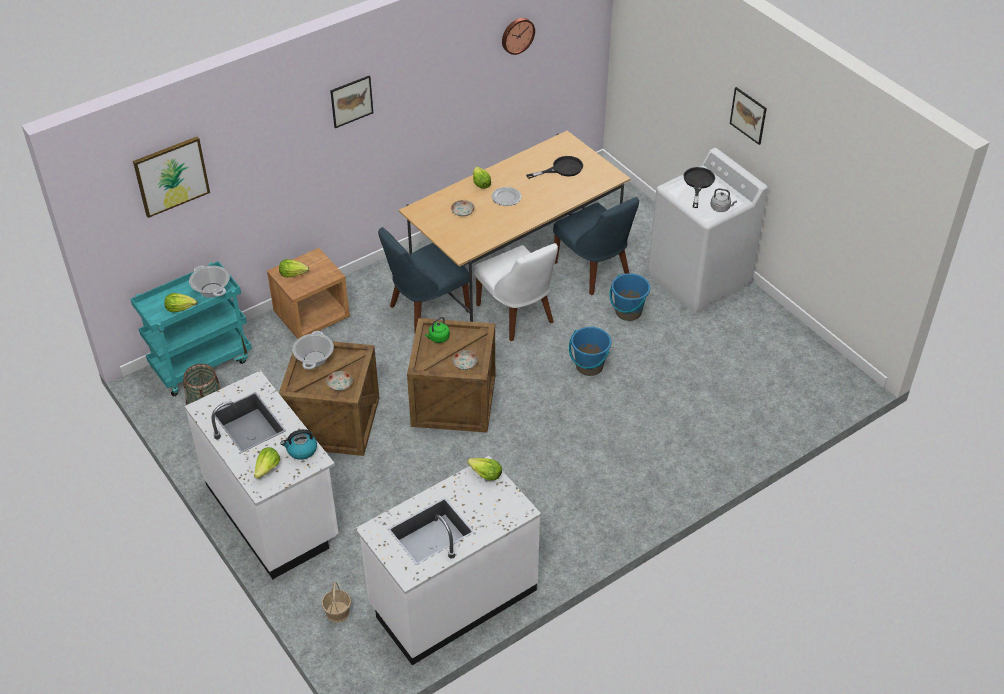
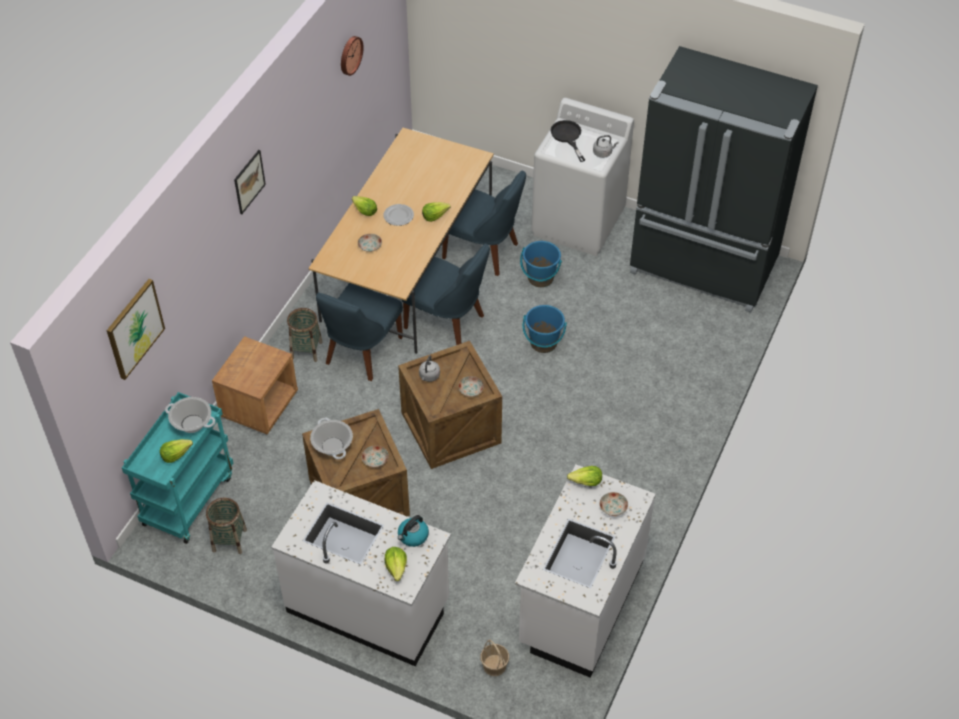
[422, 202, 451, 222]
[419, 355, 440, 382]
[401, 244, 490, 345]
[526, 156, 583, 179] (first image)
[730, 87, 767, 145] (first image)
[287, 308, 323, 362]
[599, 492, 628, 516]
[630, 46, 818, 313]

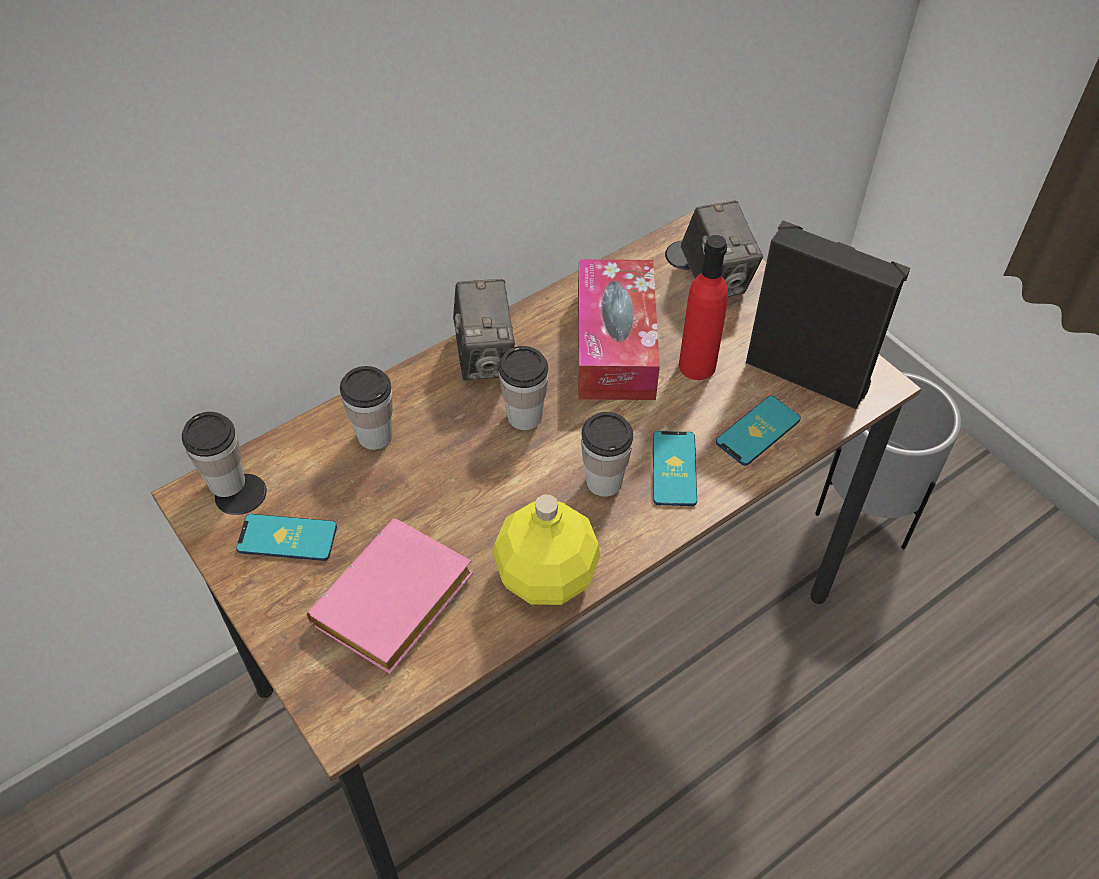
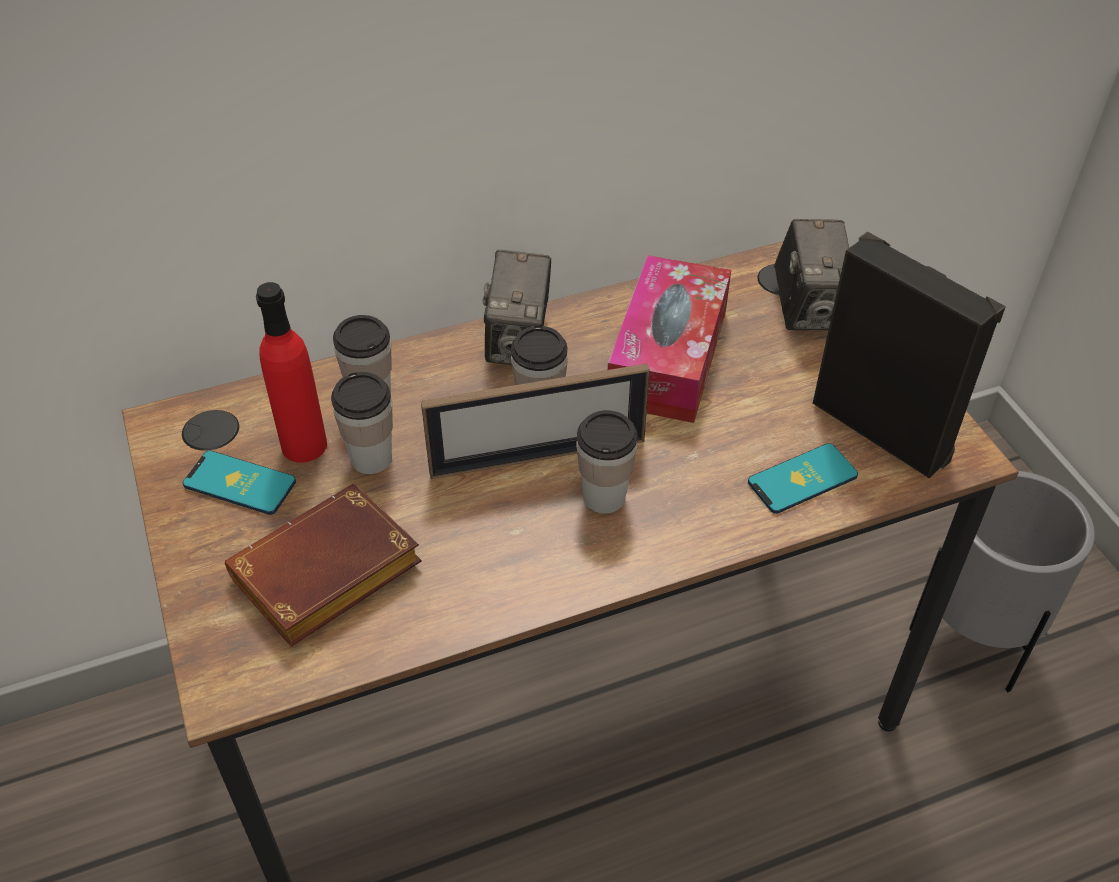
[331, 372, 393, 474]
[225, 484, 422, 647]
[493, 495, 600, 605] (first image)
[653, 431, 697, 506] (first image)
[256, 282, 327, 463]
[421, 364, 650, 479]

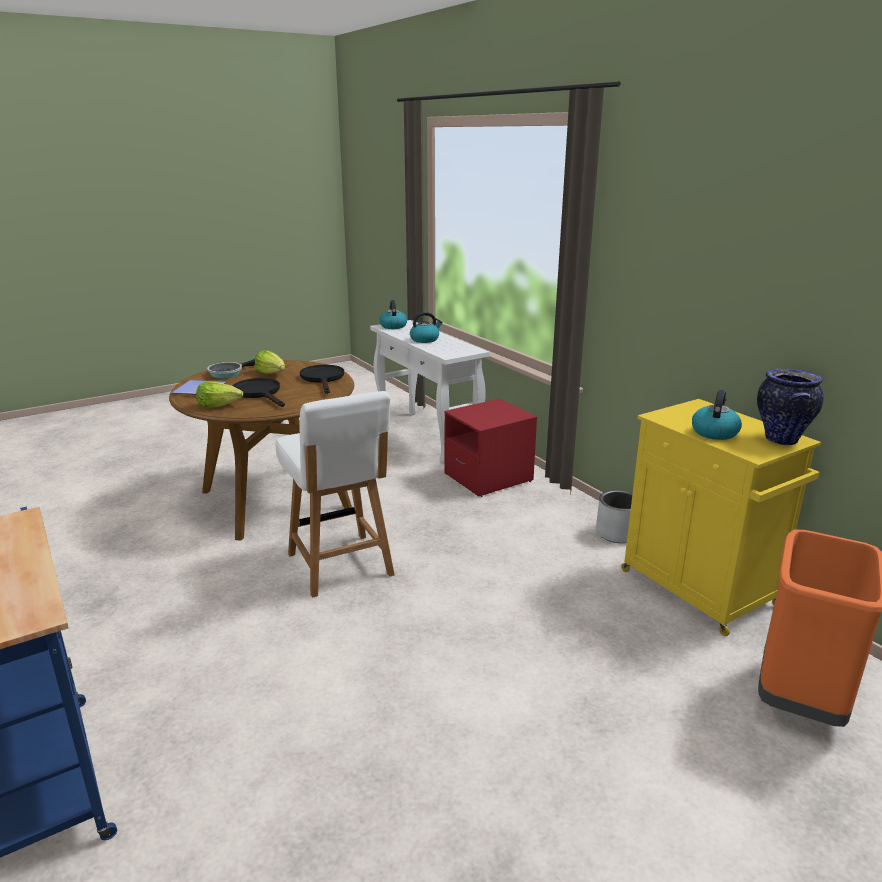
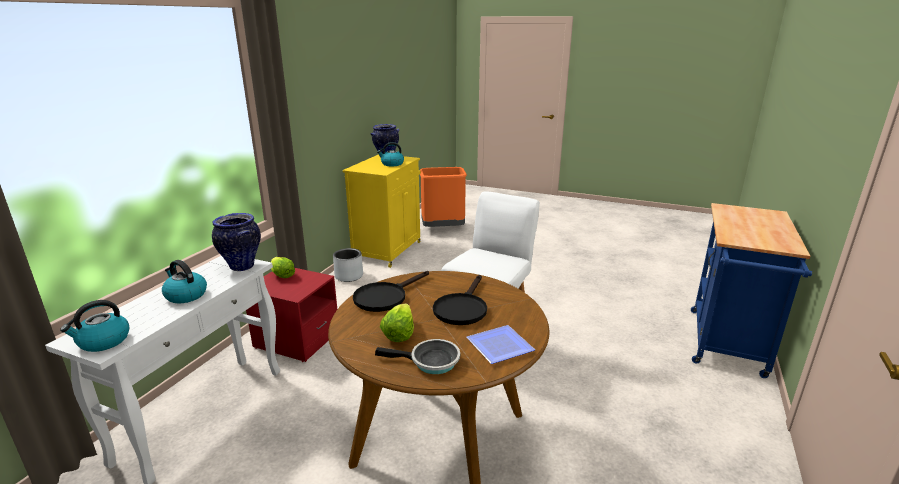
[271, 257, 295, 278]
[212, 213, 261, 271]

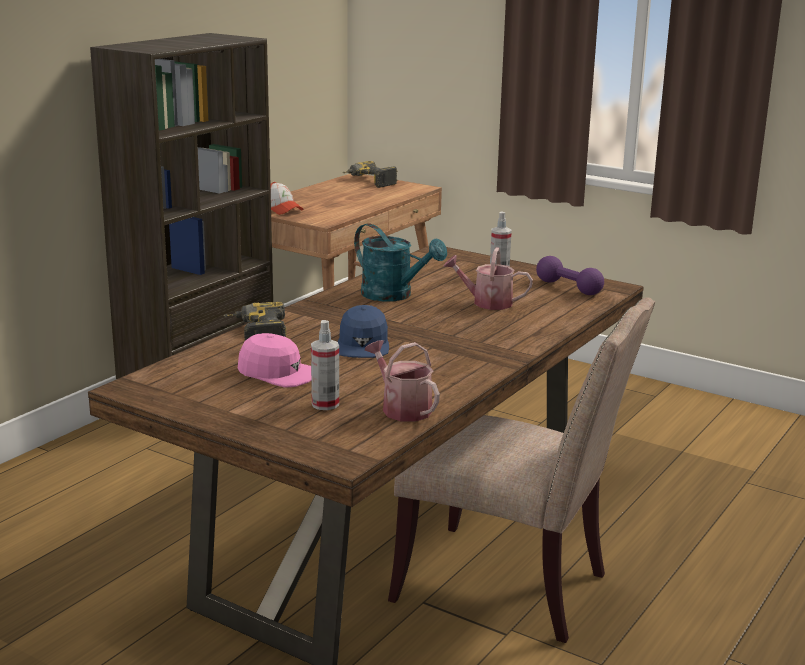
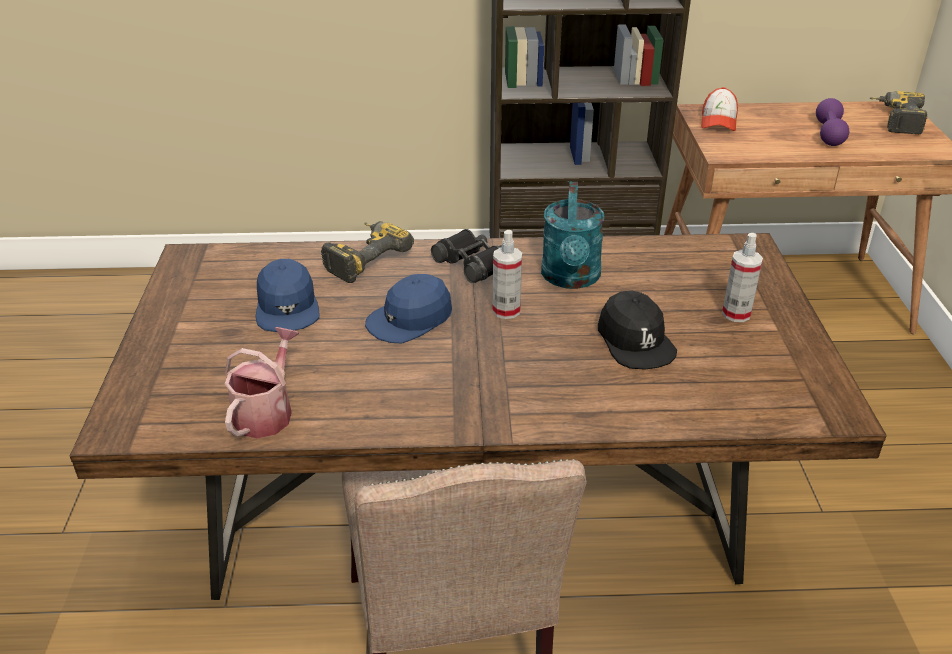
[256, 259, 320, 332]
[492, 230, 522, 319]
[598, 291, 677, 370]
[816, 98, 849, 146]
[431, 229, 502, 283]

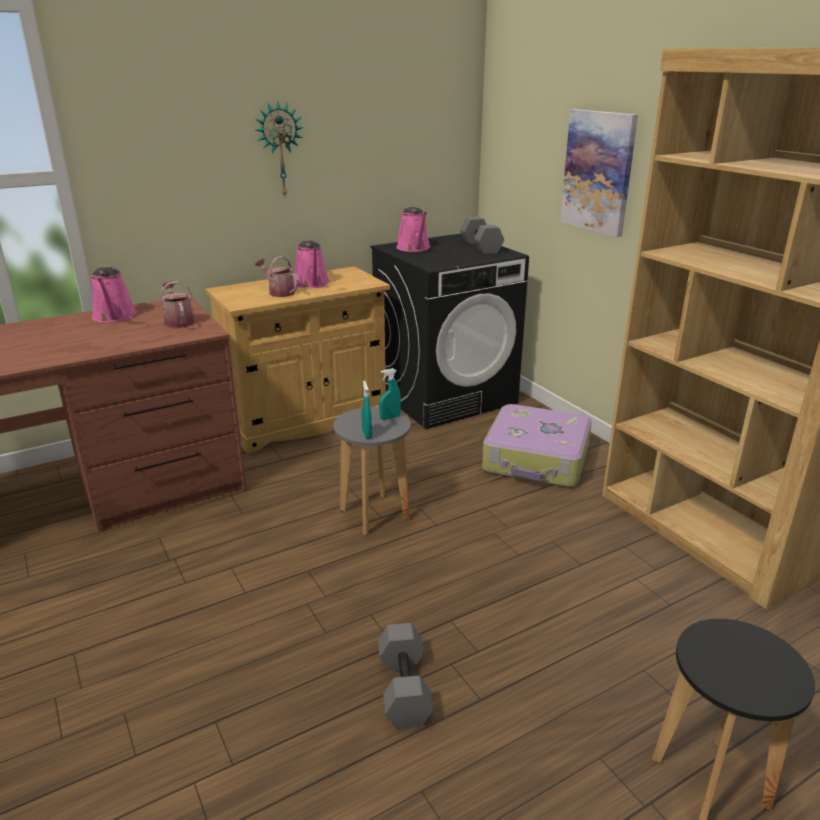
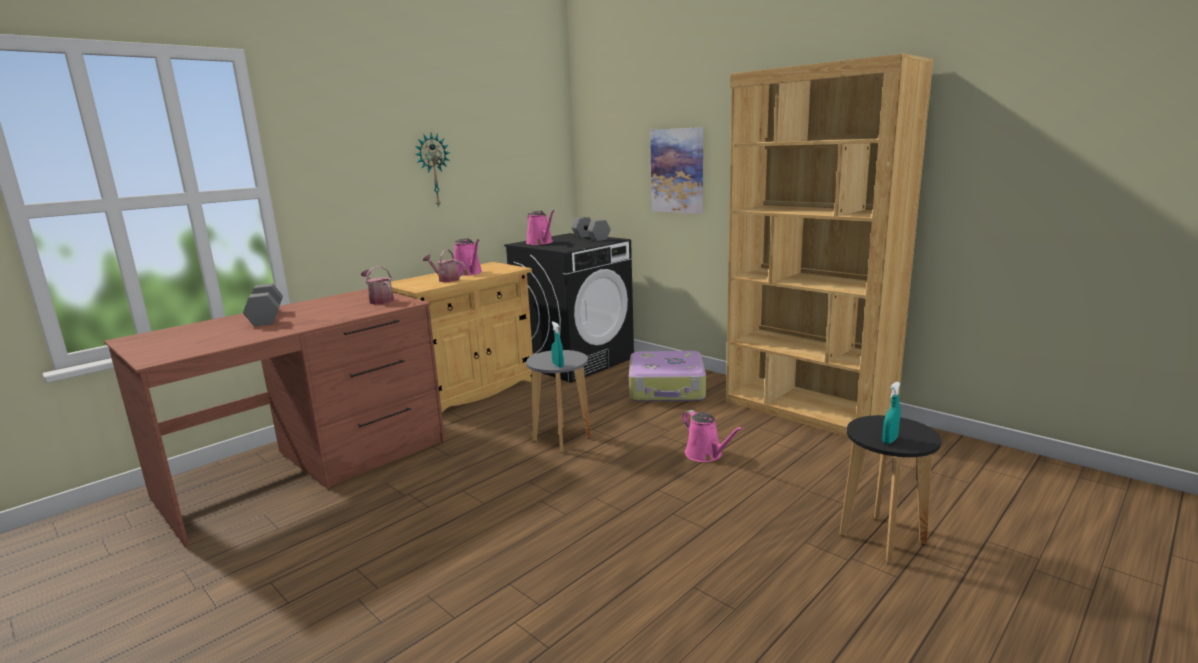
[682, 410, 743, 462]
[243, 284, 283, 326]
[882, 382, 900, 444]

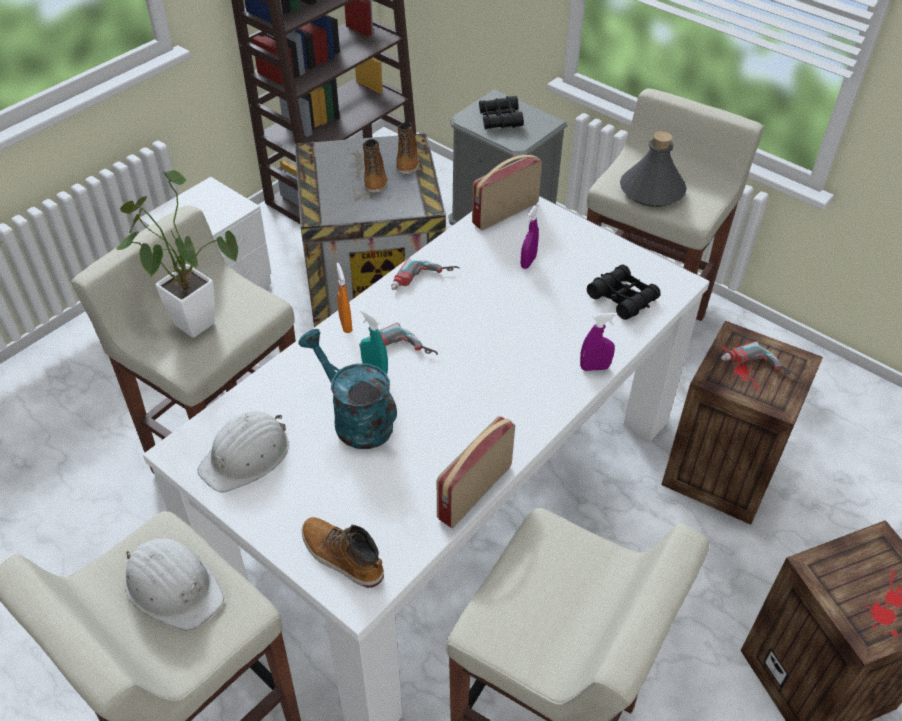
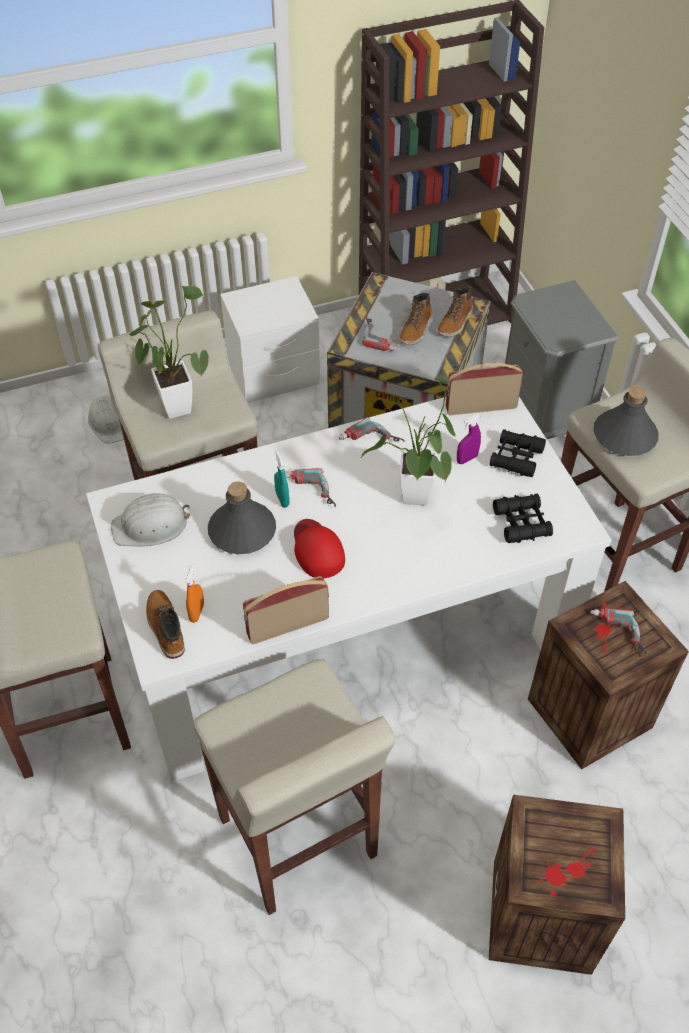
[88, 395, 124, 444]
[208, 482, 276, 554]
[185, 564, 204, 623]
[489, 429, 546, 477]
[580, 313, 617, 371] (first image)
[294, 519, 345, 578]
[361, 376, 455, 505]
[362, 316, 397, 351]

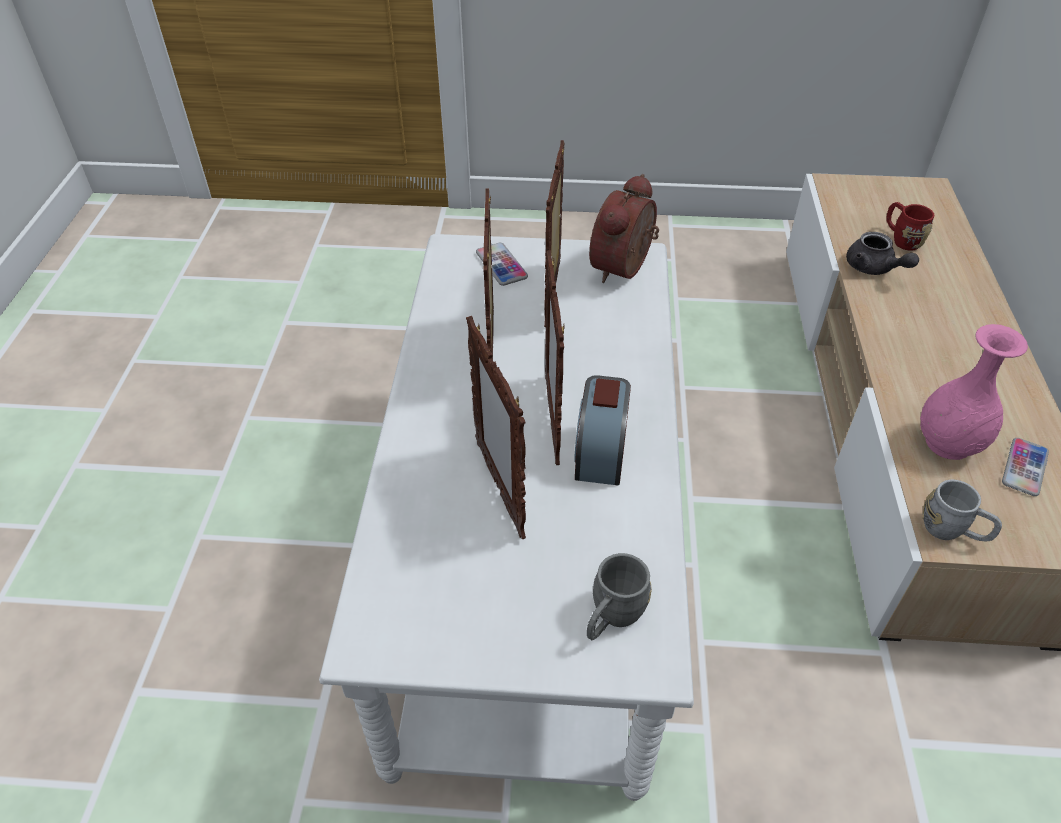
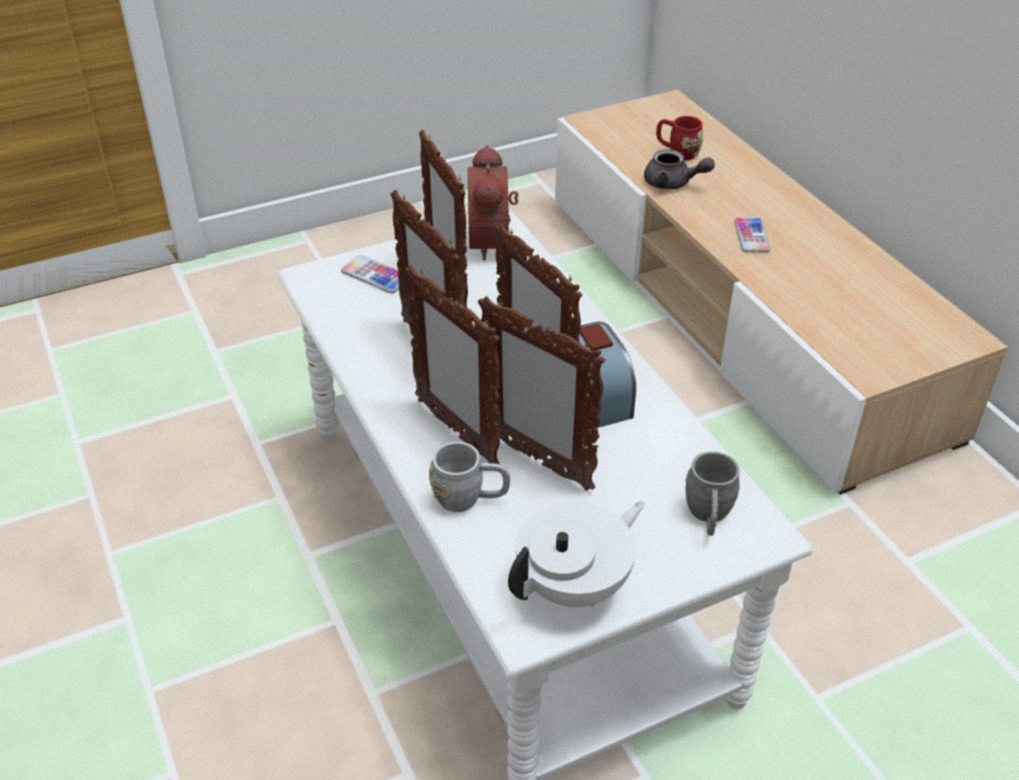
[920, 324, 1028, 460] (first image)
[429, 442, 510, 512]
[734, 218, 771, 252]
[404, 265, 500, 464]
[508, 501, 645, 607]

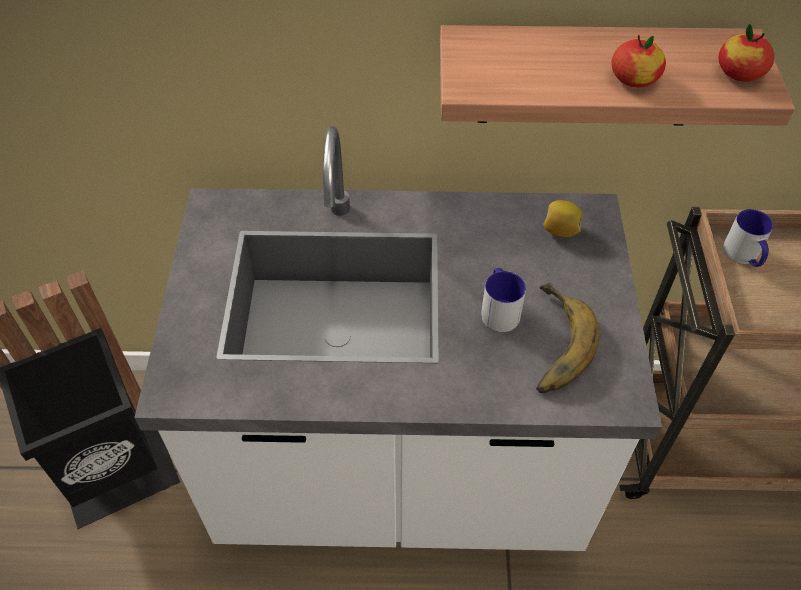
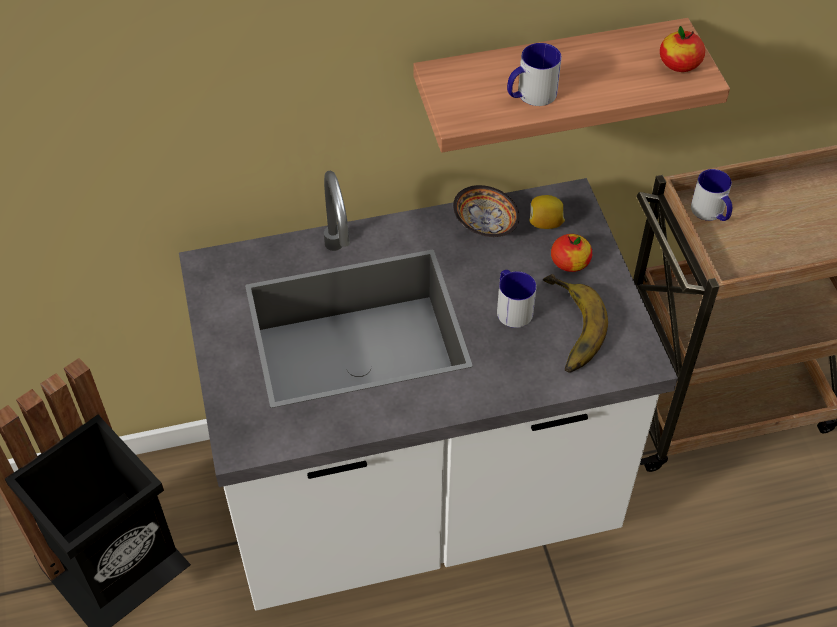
[551, 234, 592, 272]
[453, 185, 520, 237]
[507, 43, 562, 106]

